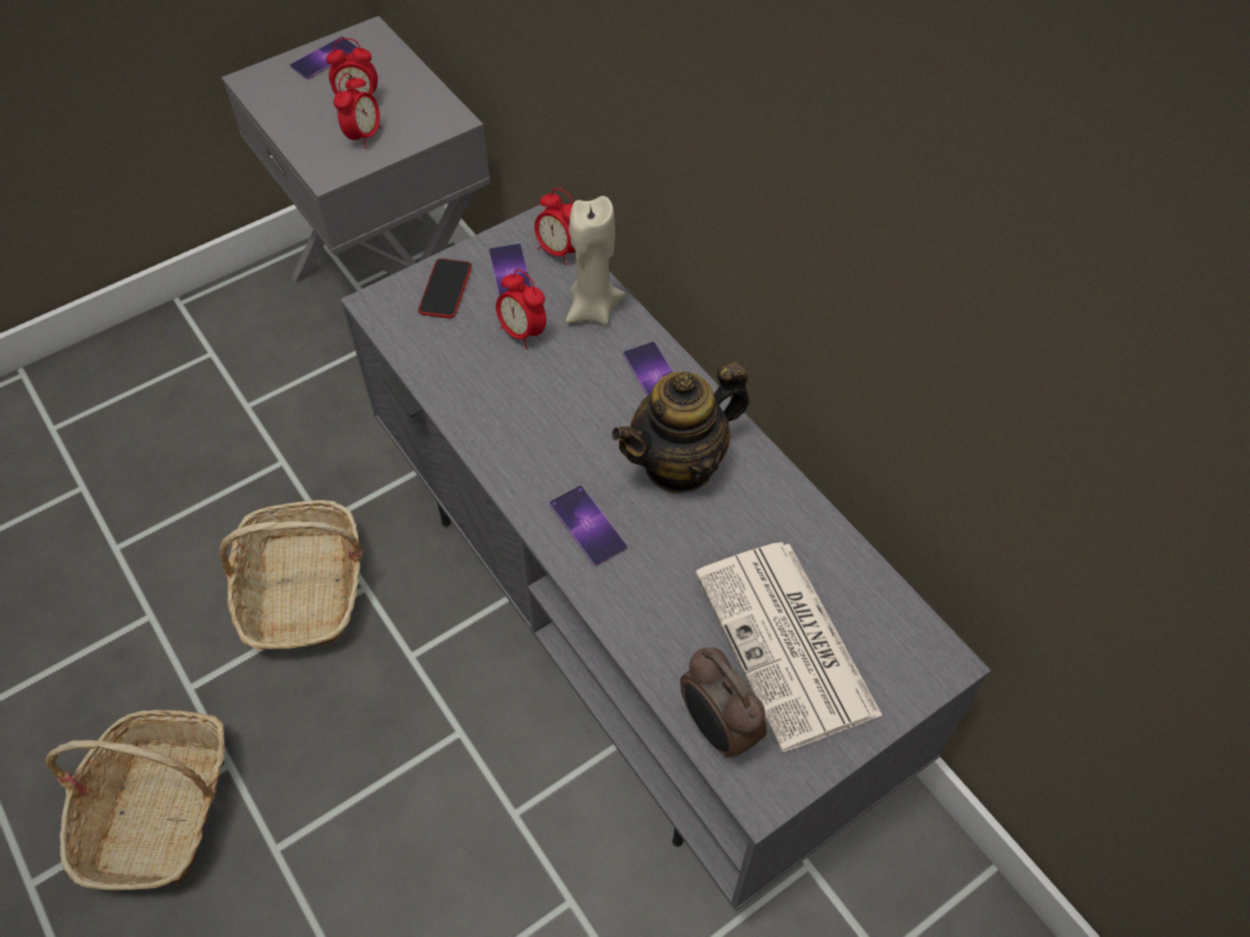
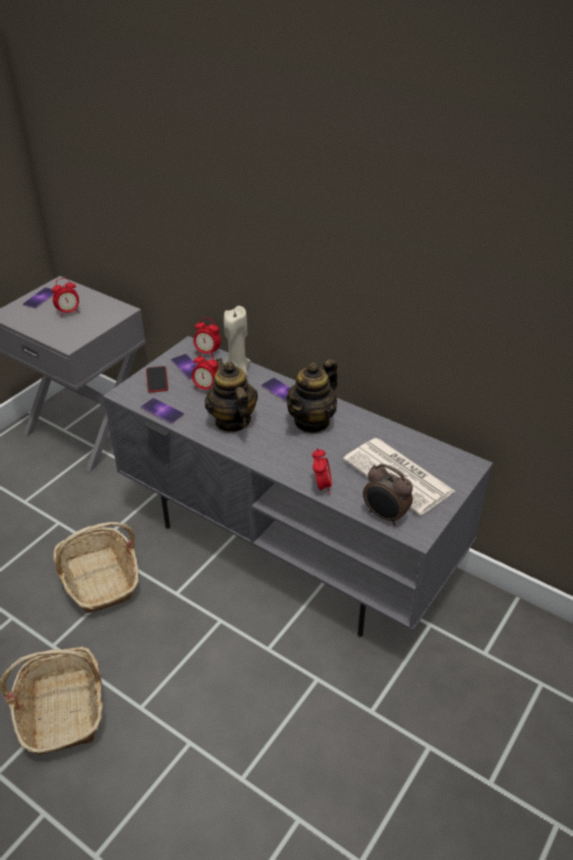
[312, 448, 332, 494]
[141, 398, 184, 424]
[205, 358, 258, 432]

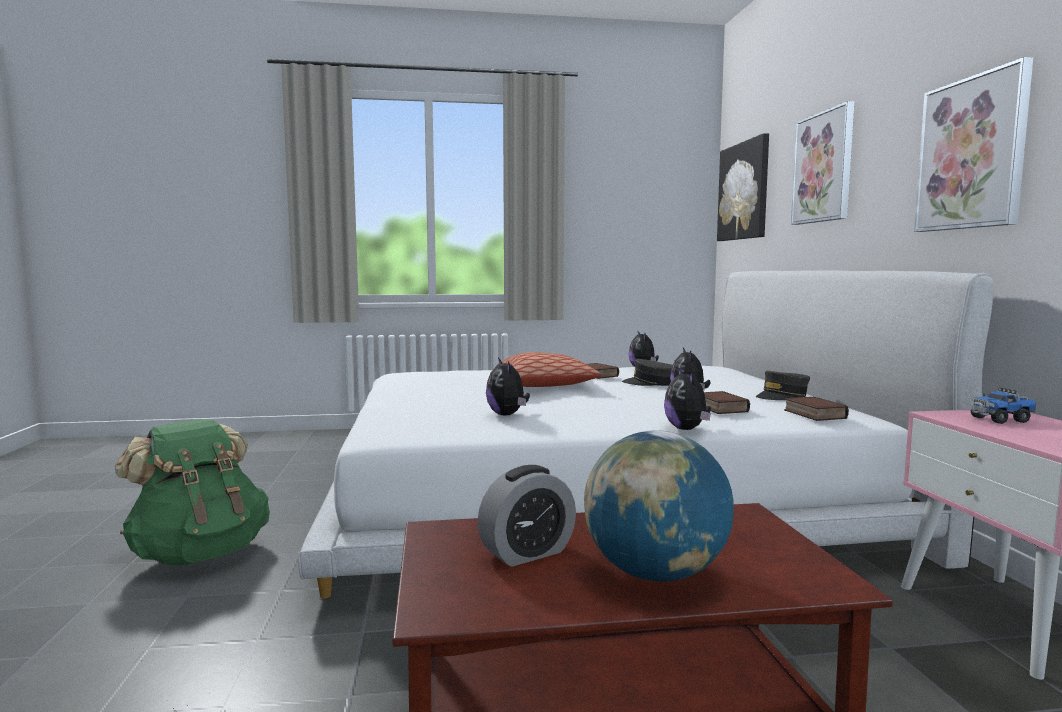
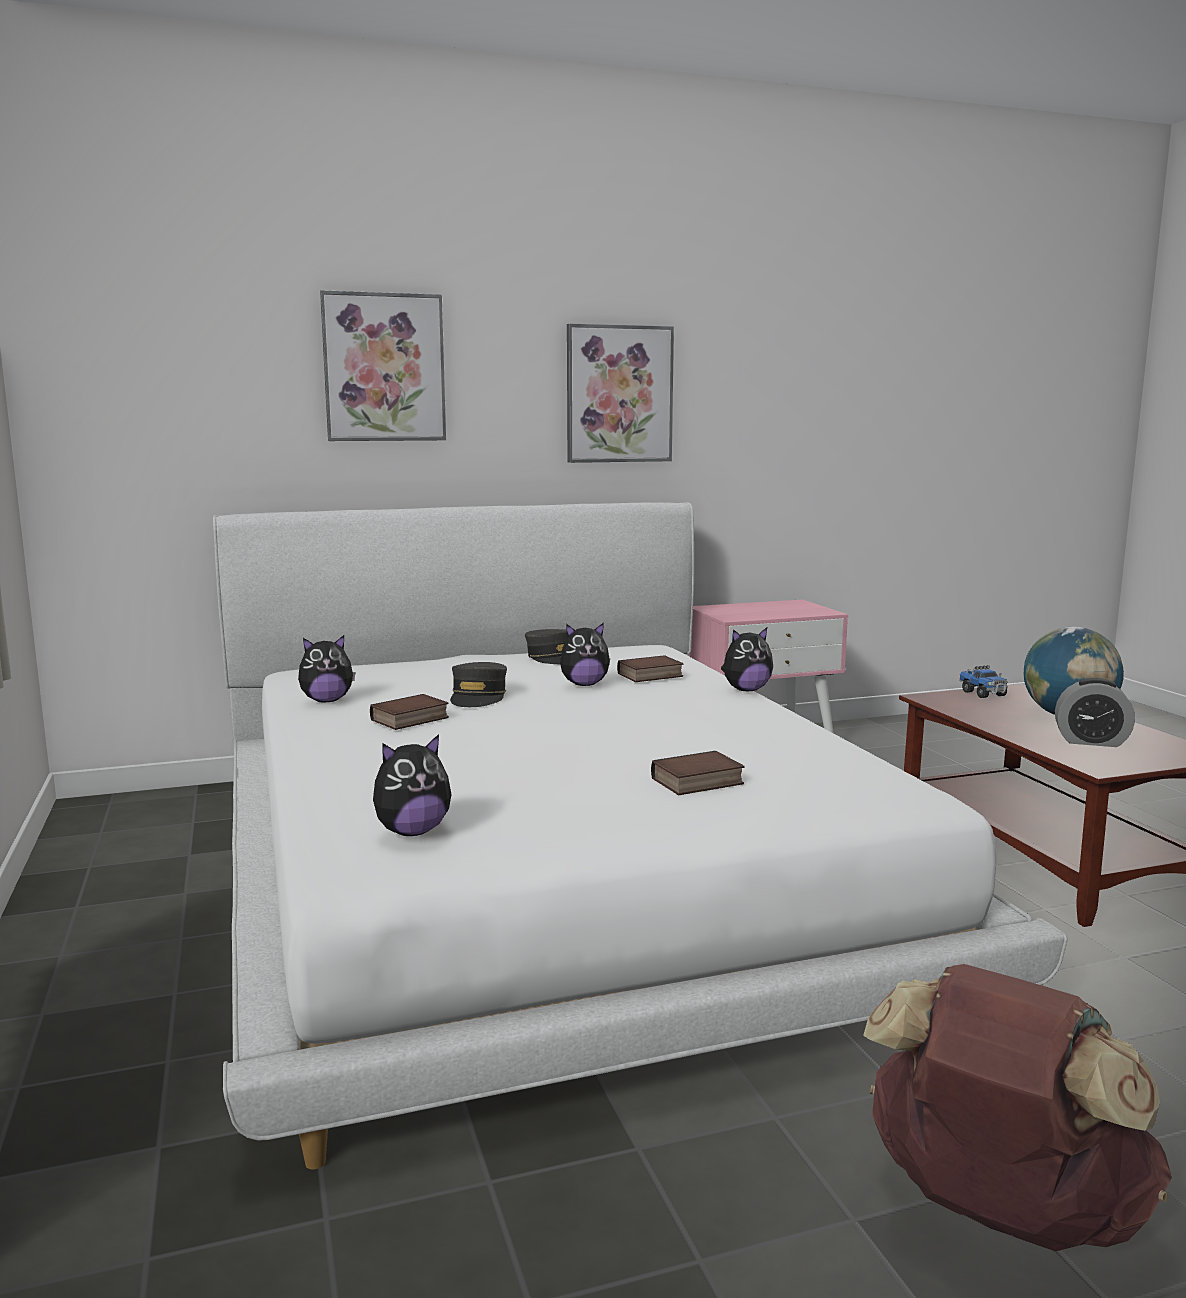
[863, 964, 1172, 1251]
[1055, 678, 1135, 747]
[373, 734, 452, 836]
[497, 352, 601, 387] (first image)
[717, 133, 769, 241] (first image)
[651, 751, 745, 795]
[959, 665, 1008, 698]

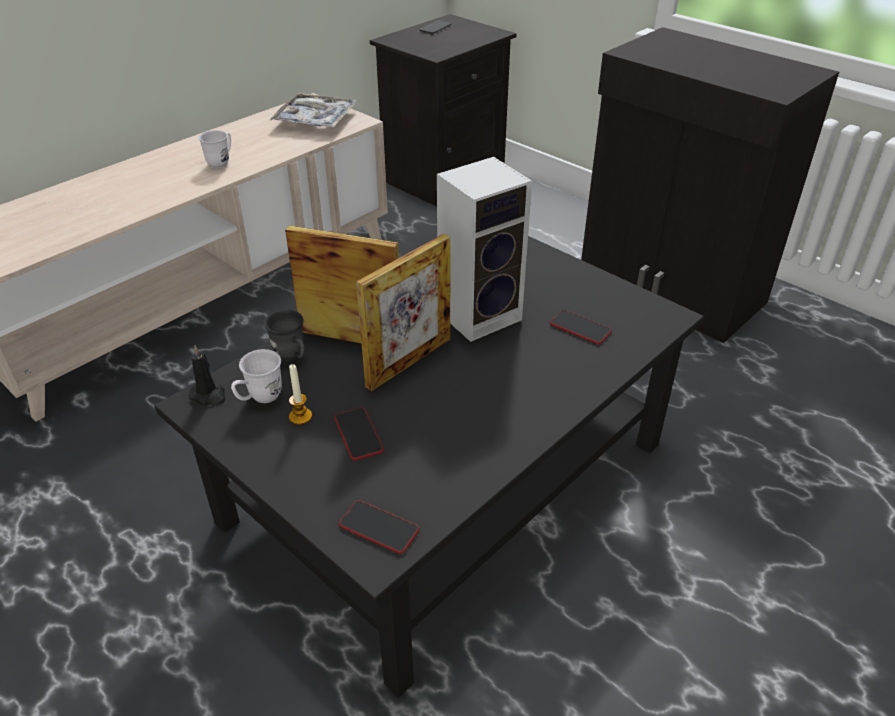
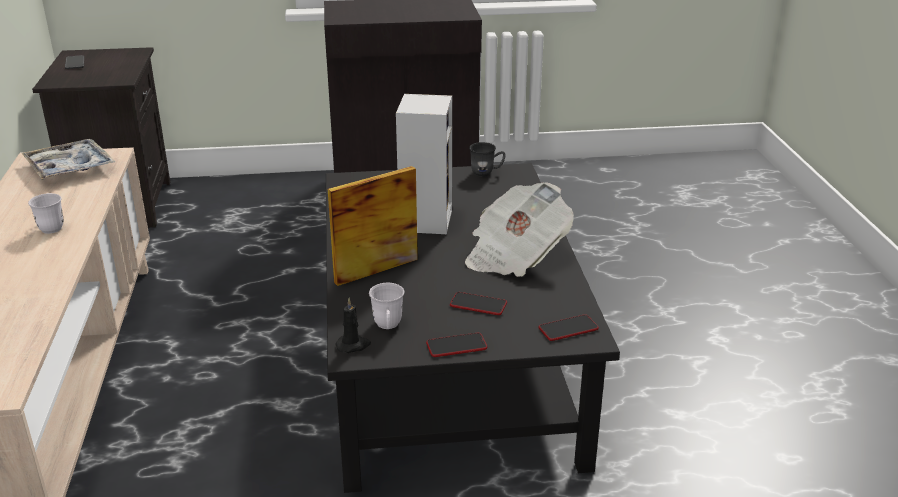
[469, 142, 506, 177]
[289, 364, 312, 425] (first image)
[356, 234, 451, 391] (first image)
[426, 333, 487, 357]
[465, 183, 574, 277]

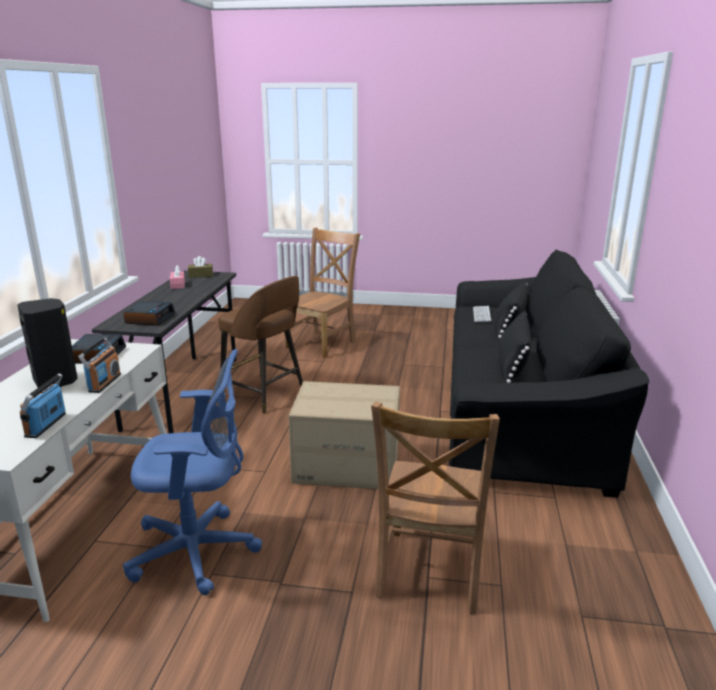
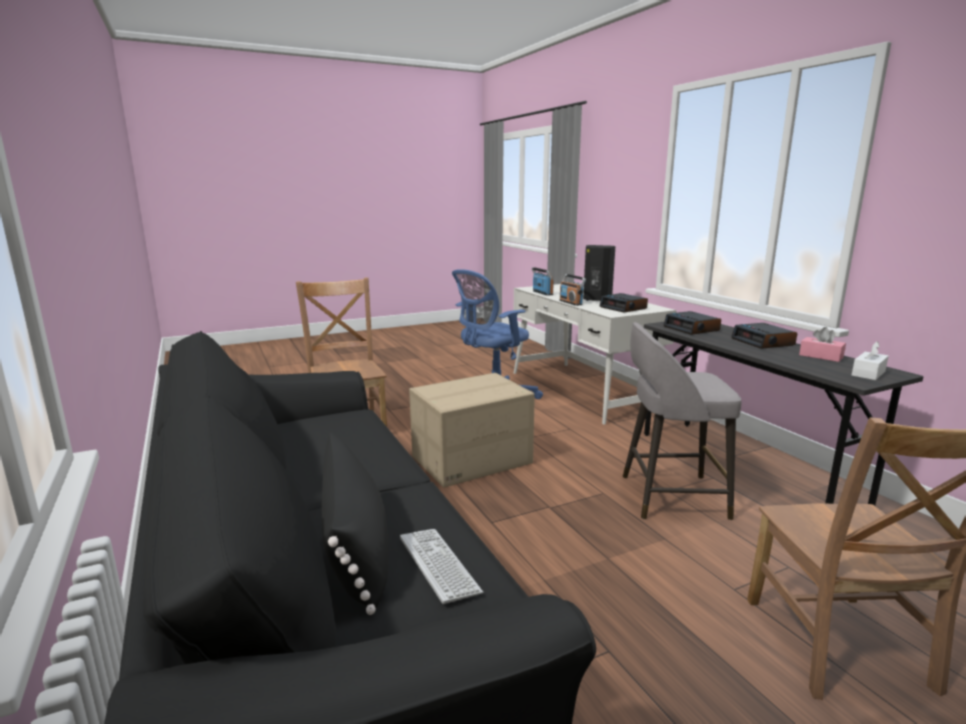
[852, 341, 889, 380]
[623, 322, 742, 520]
[499, 311, 531, 383] (first image)
[731, 323, 797, 349]

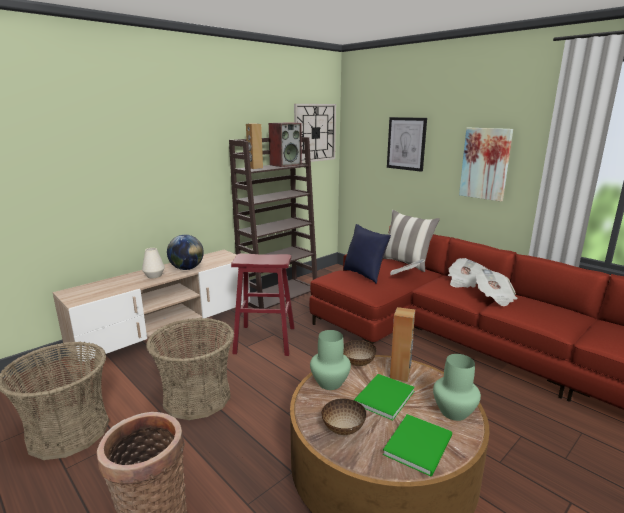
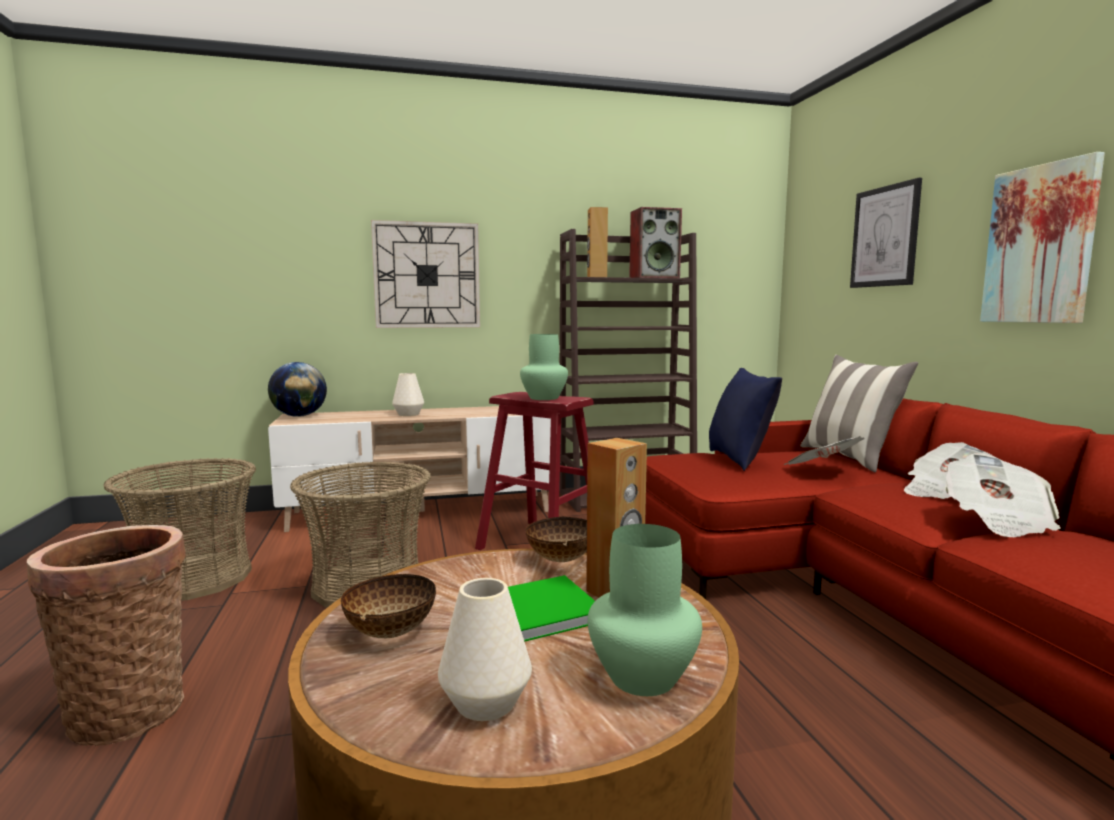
[268, 362, 327, 417]
[371, 220, 480, 328]
[520, 334, 568, 400]
[438, 578, 532, 721]

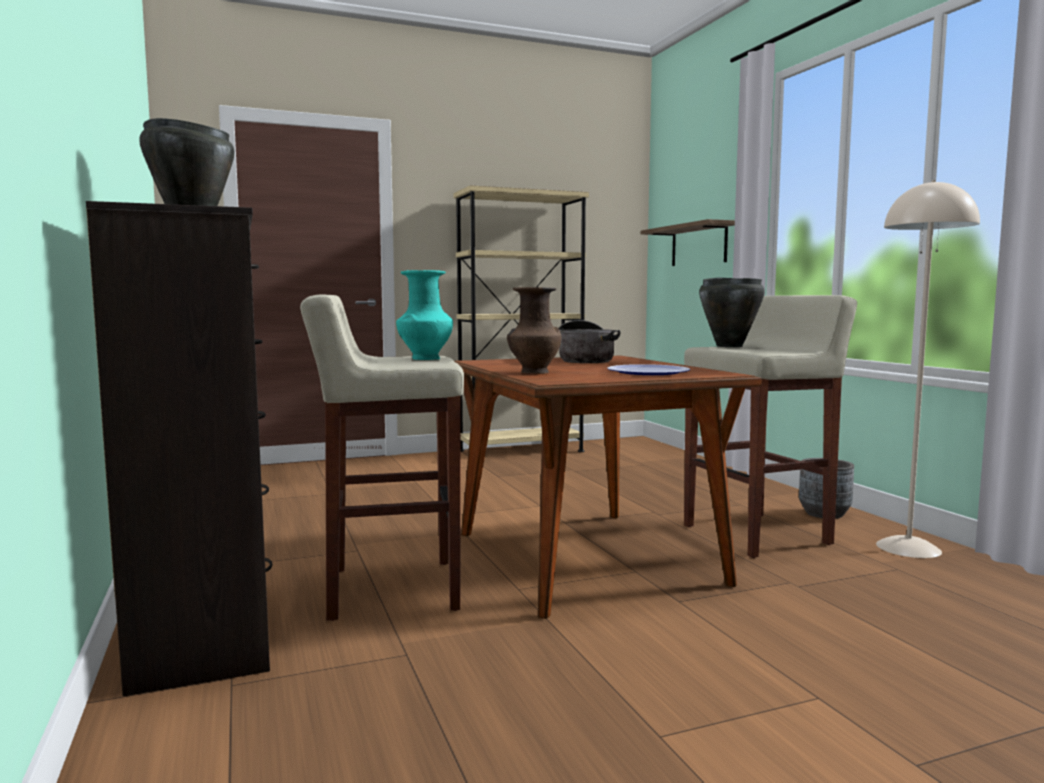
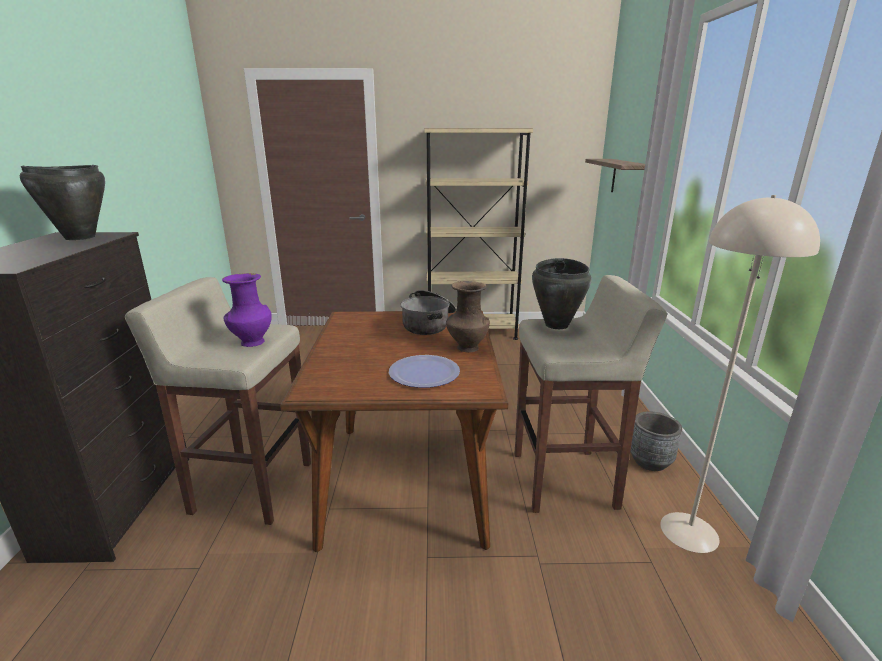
[222, 273, 272, 347]
[446, 281, 490, 353]

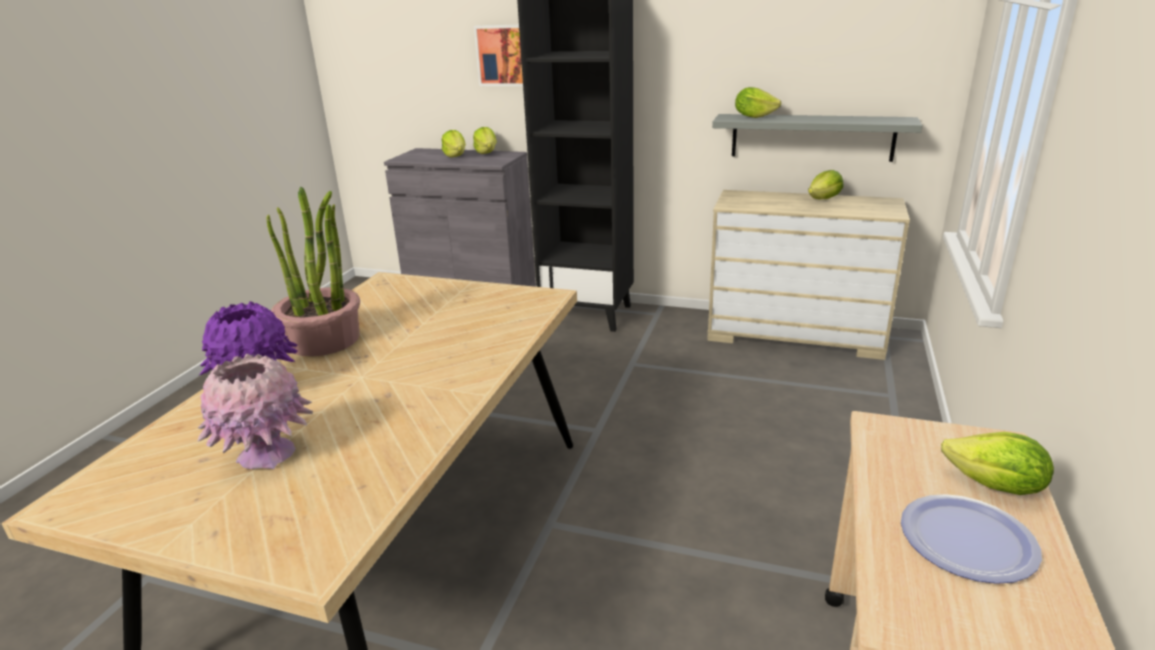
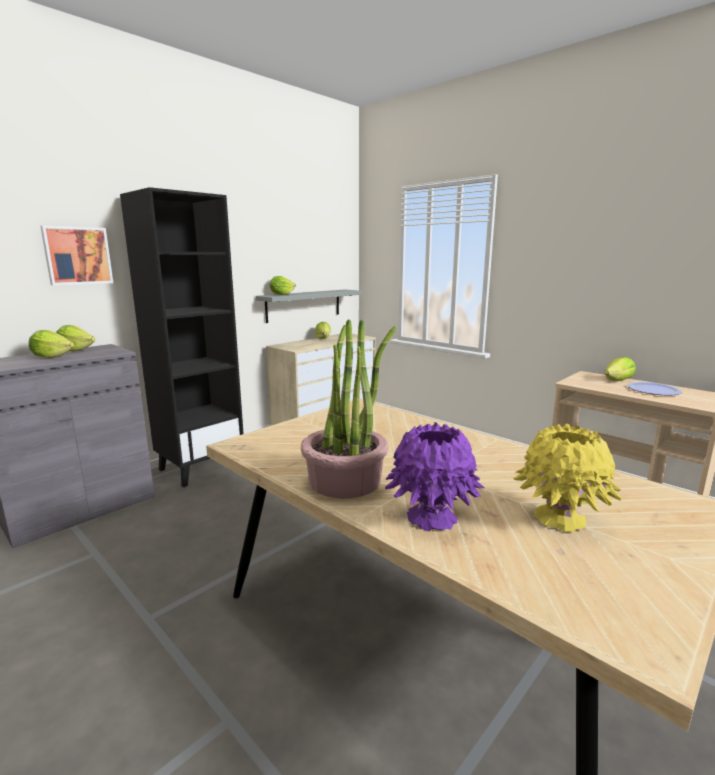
[513, 424, 621, 532]

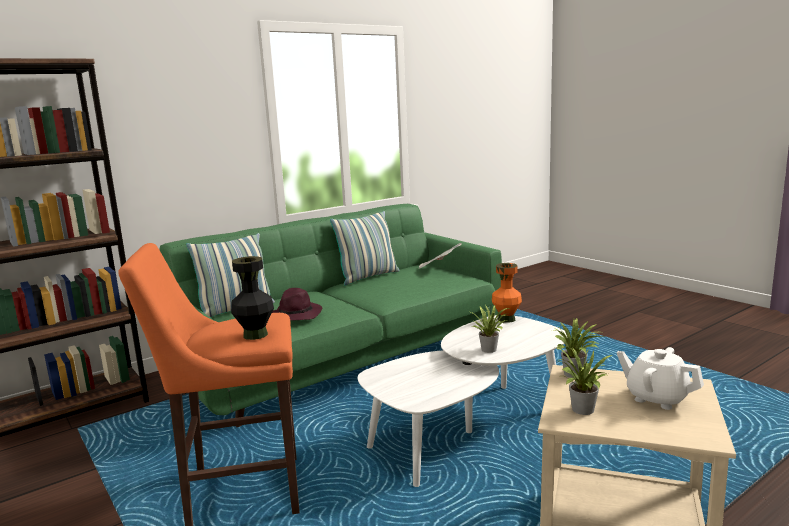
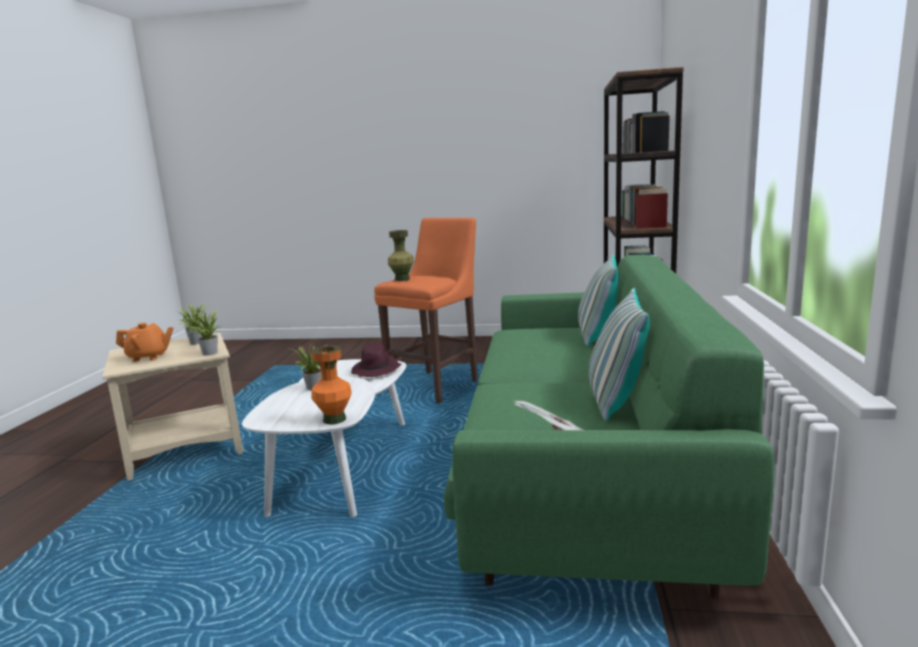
[388, 230, 414, 281]
[351, 343, 401, 377]
[116, 323, 174, 362]

